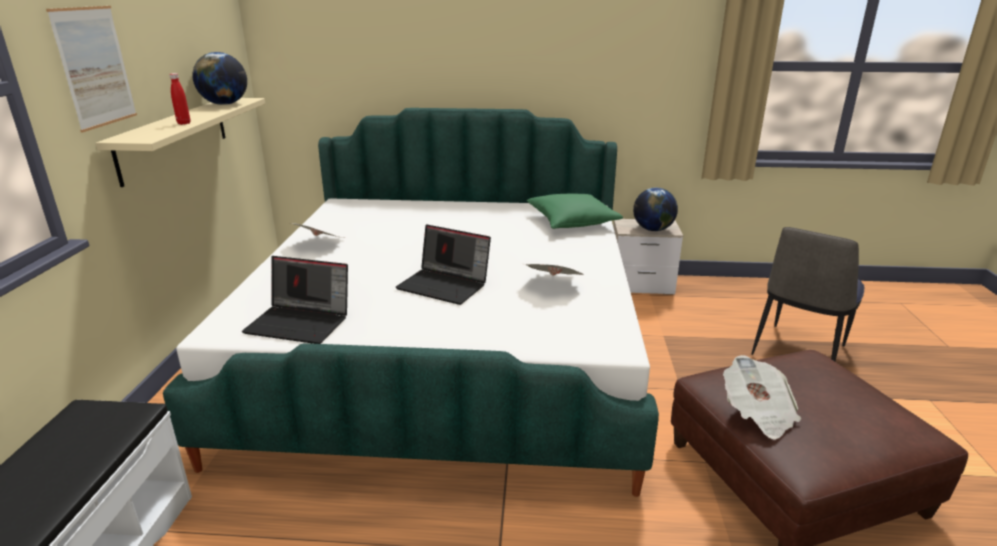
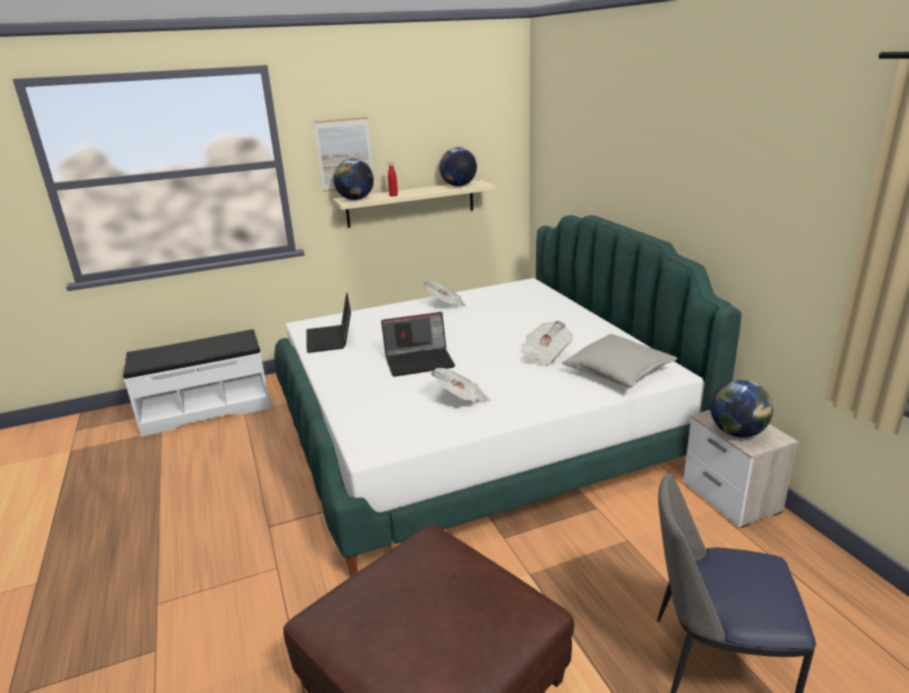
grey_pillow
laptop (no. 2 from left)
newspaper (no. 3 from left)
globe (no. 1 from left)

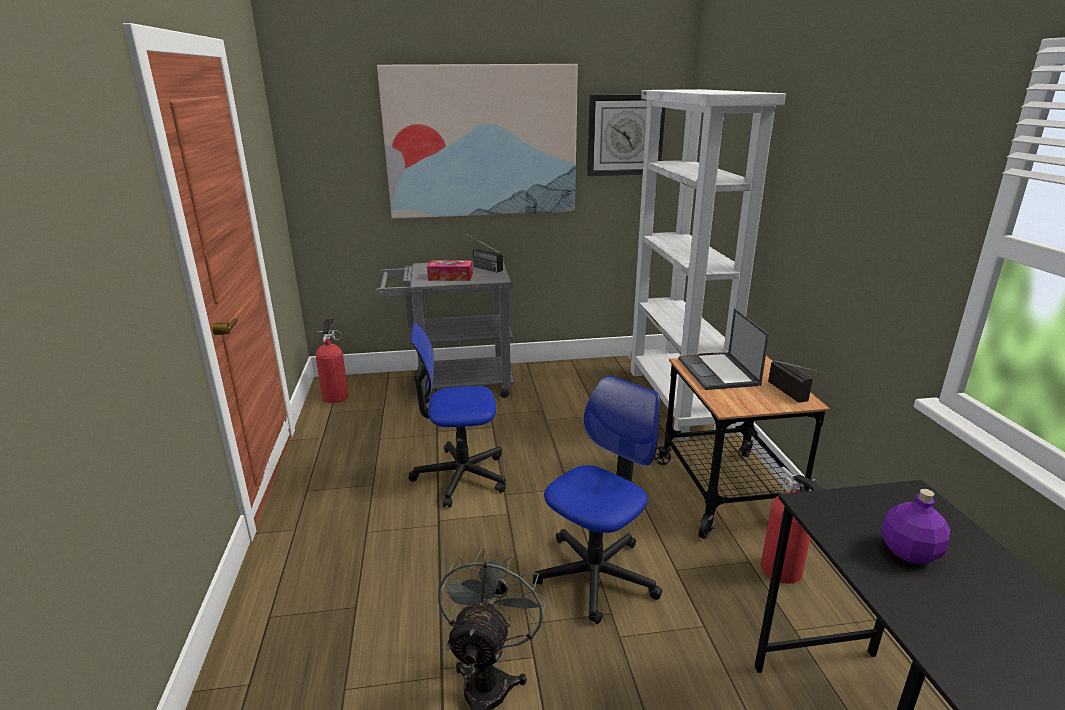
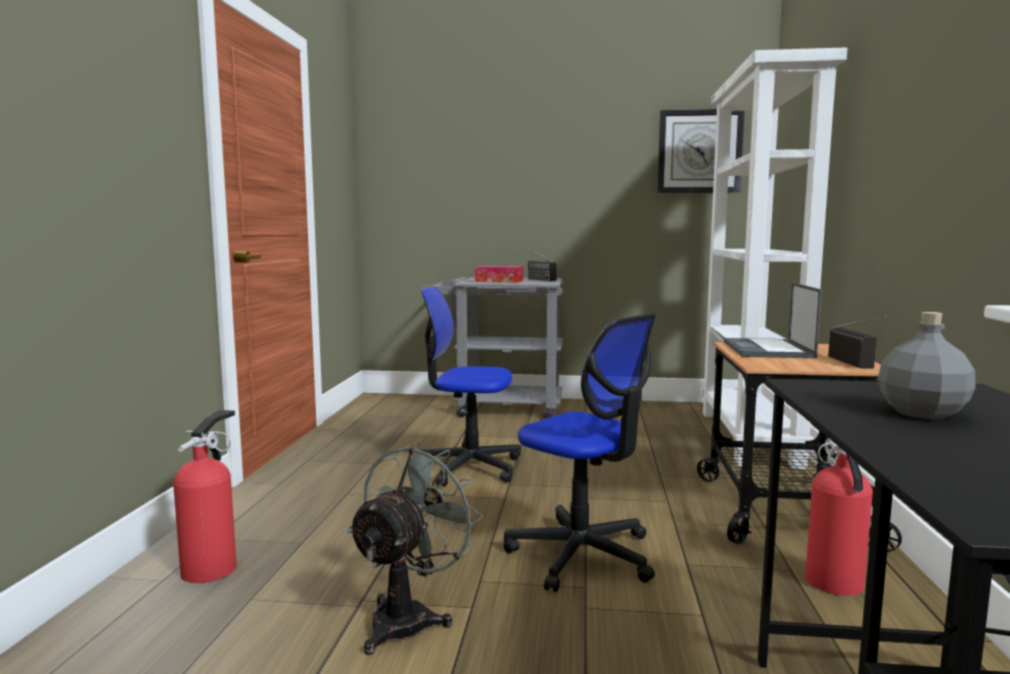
picture
fire_extinguisher (no. 1 from left)
office_chair (no. 2 from left)
grey_bottle

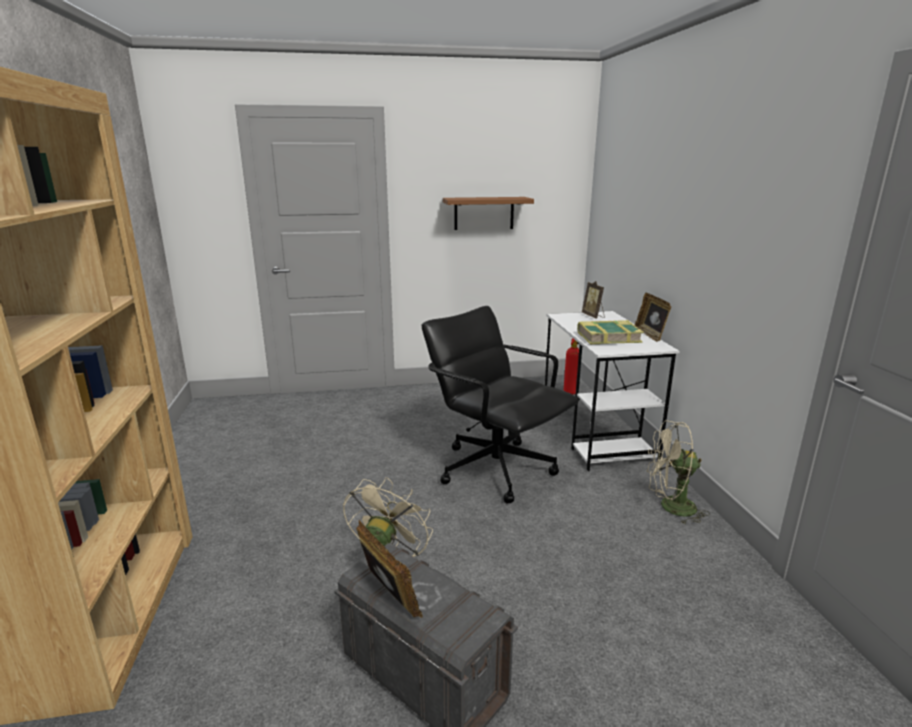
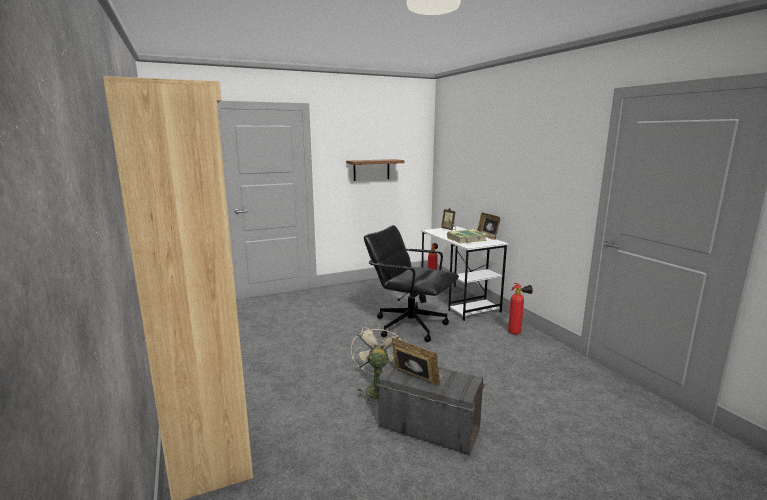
fire_extinguisher (no. 2 from left)

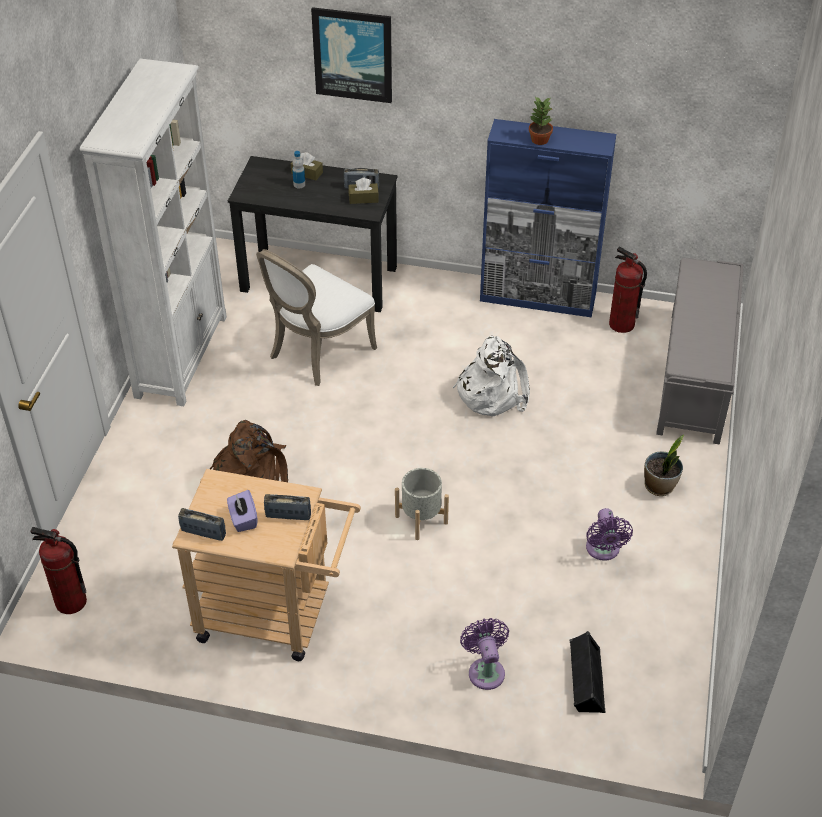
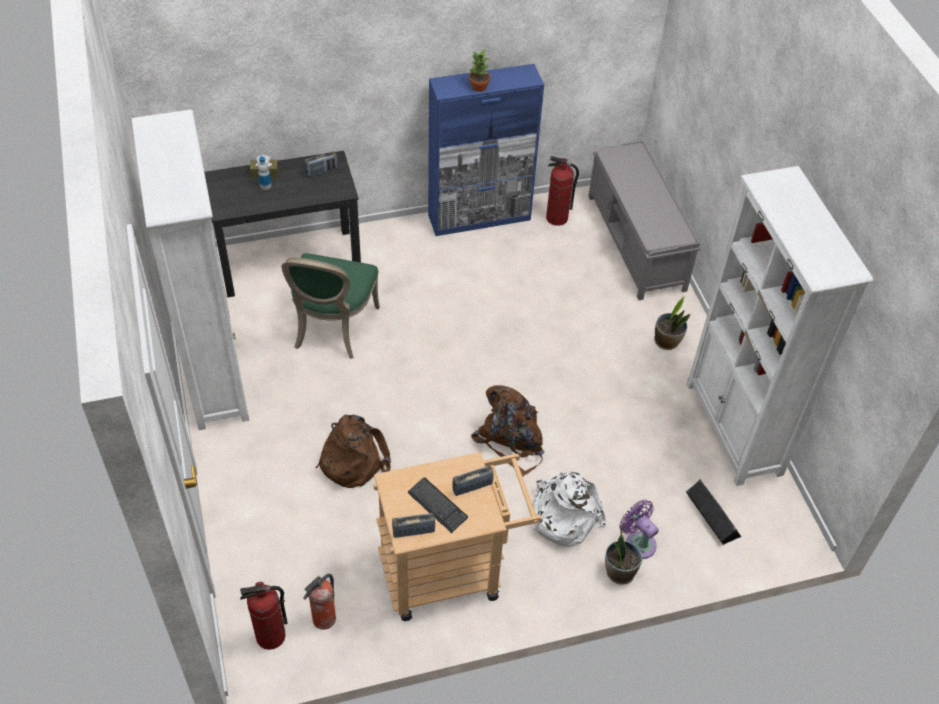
picture
brown_tissue_box (no. 2 from left in the first image)
green_chair
white_backpack
brown_backpack (no. 2 from left)
keyboard
purple_fan (no. 2 from left in the first image)
white_bookcase (no. 2 from left)
potted_plant (no. 2 from left)
fire_extinguisher (no. 2 from left)

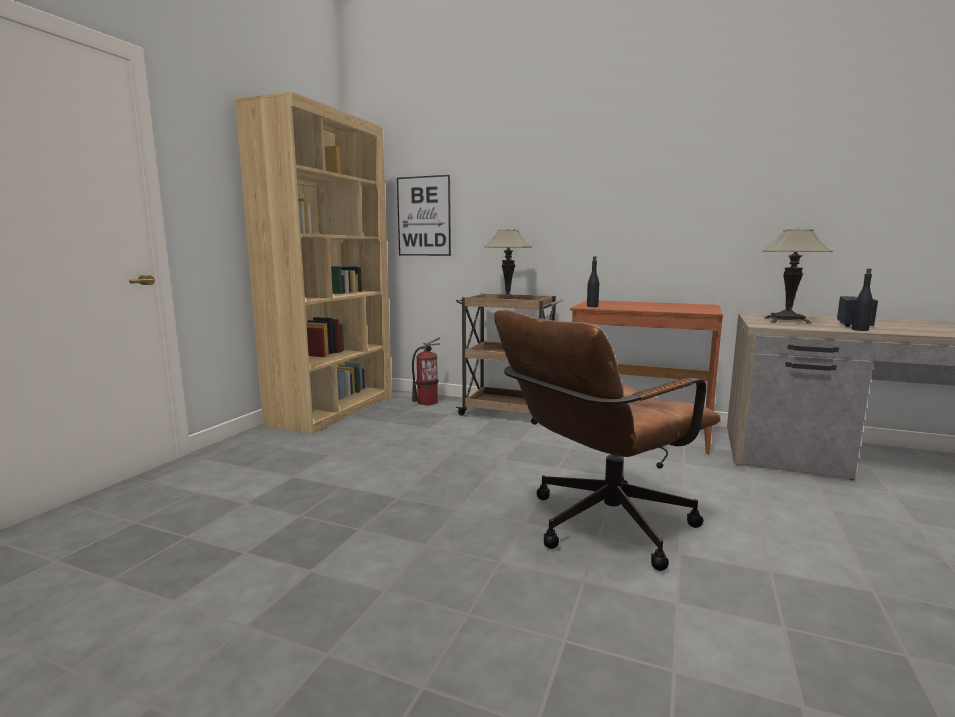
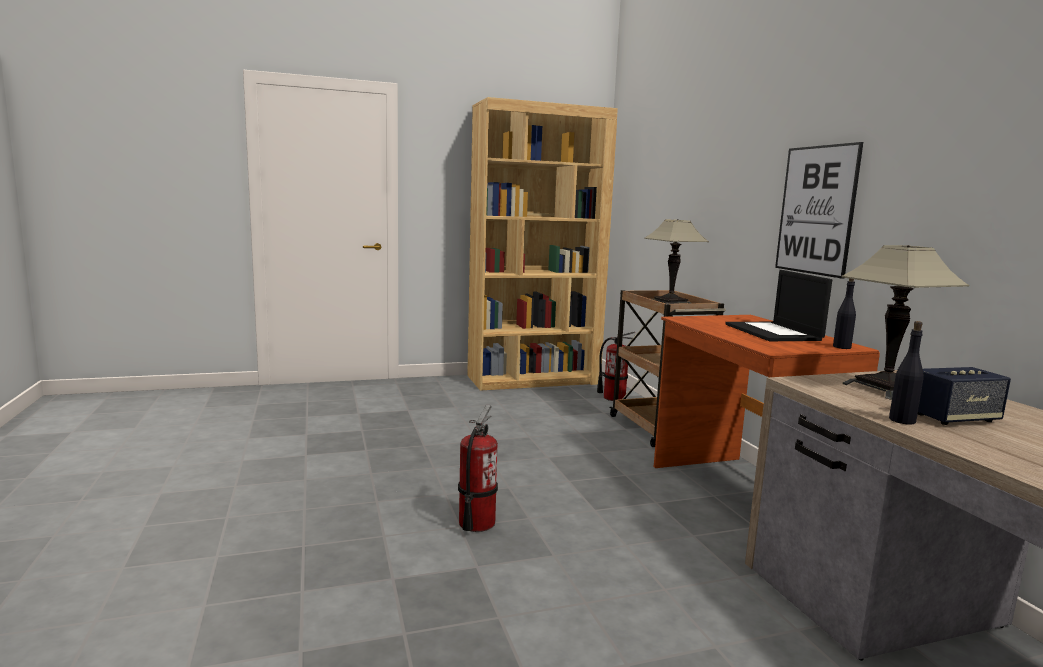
picture
black_bottle (no. 1 from left)
fire_extinguisher (no. 1 from left)
laptop

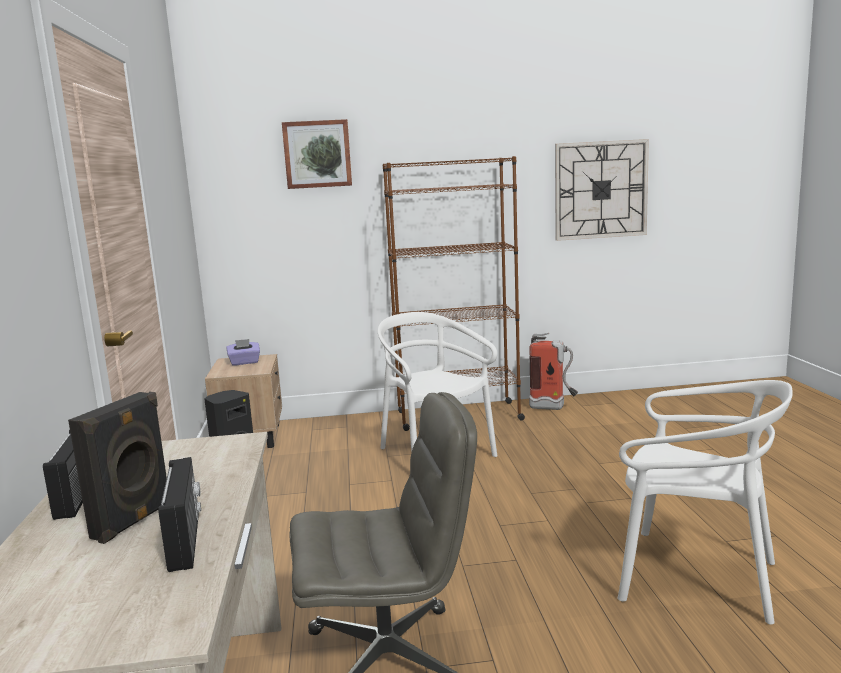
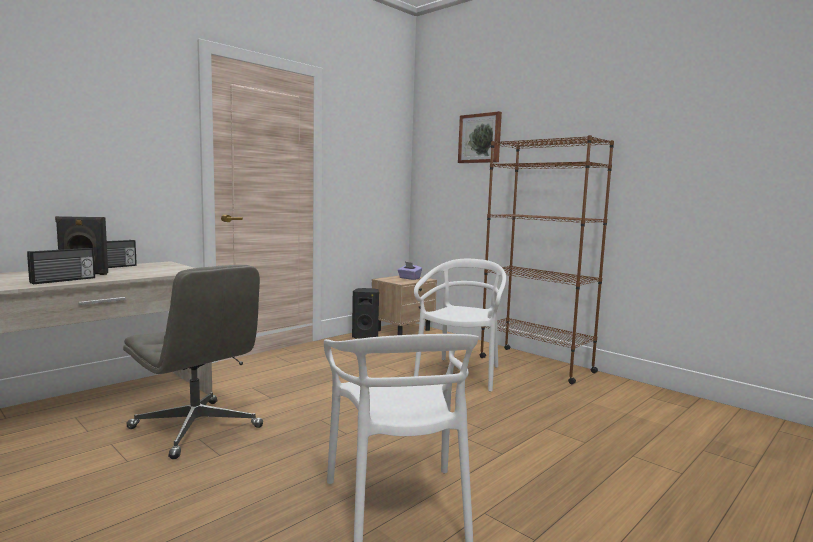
wall_clock
fire_extinguisher

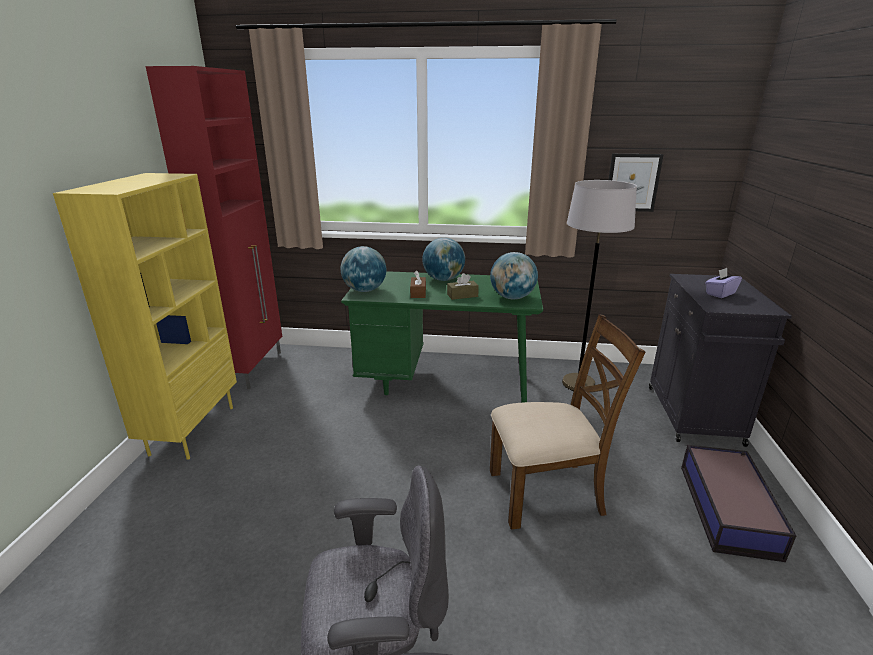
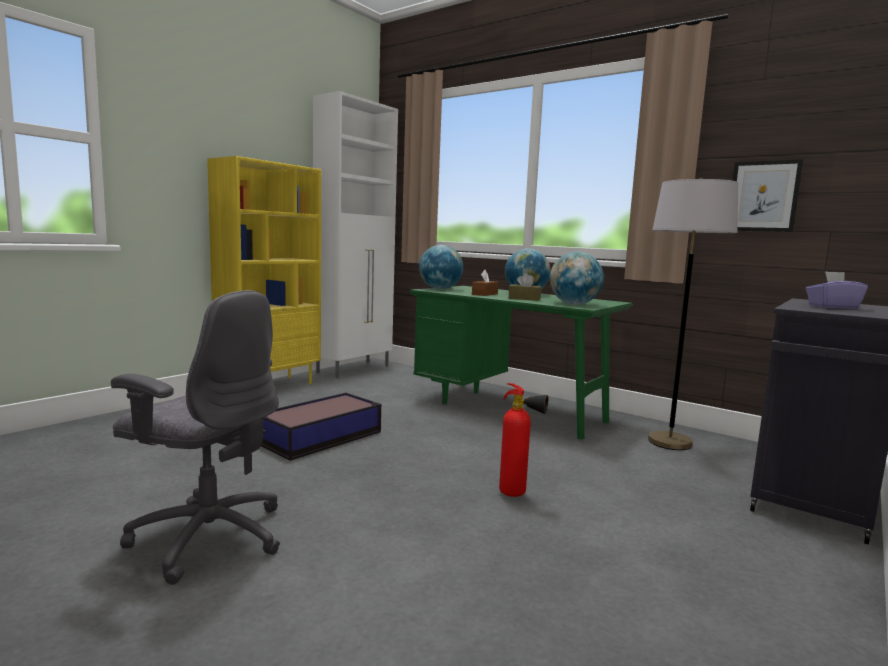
white_cabinet
fire_extinguisher
storage_box

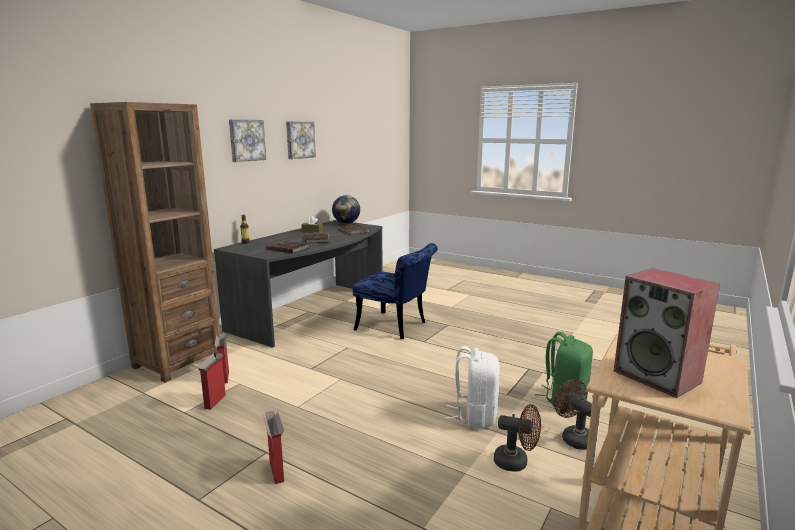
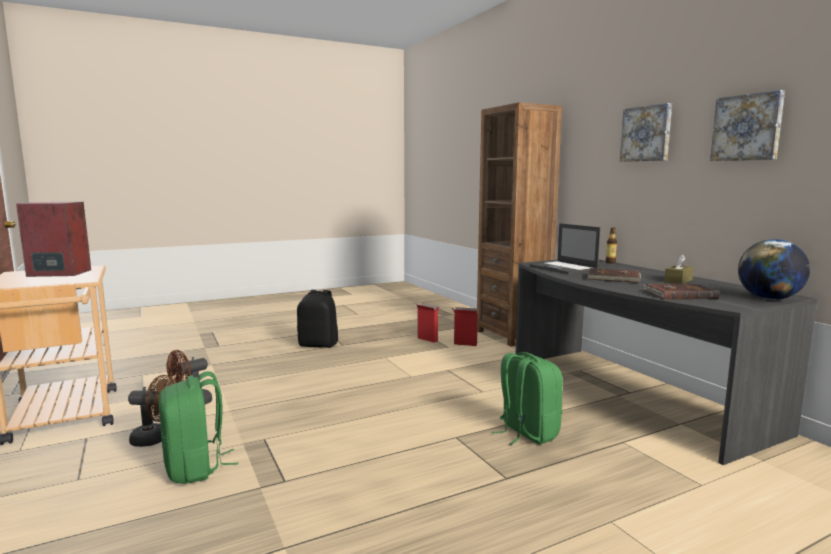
laptop
green_backpack (no. 2 from left)
white_backpack
black_backpack

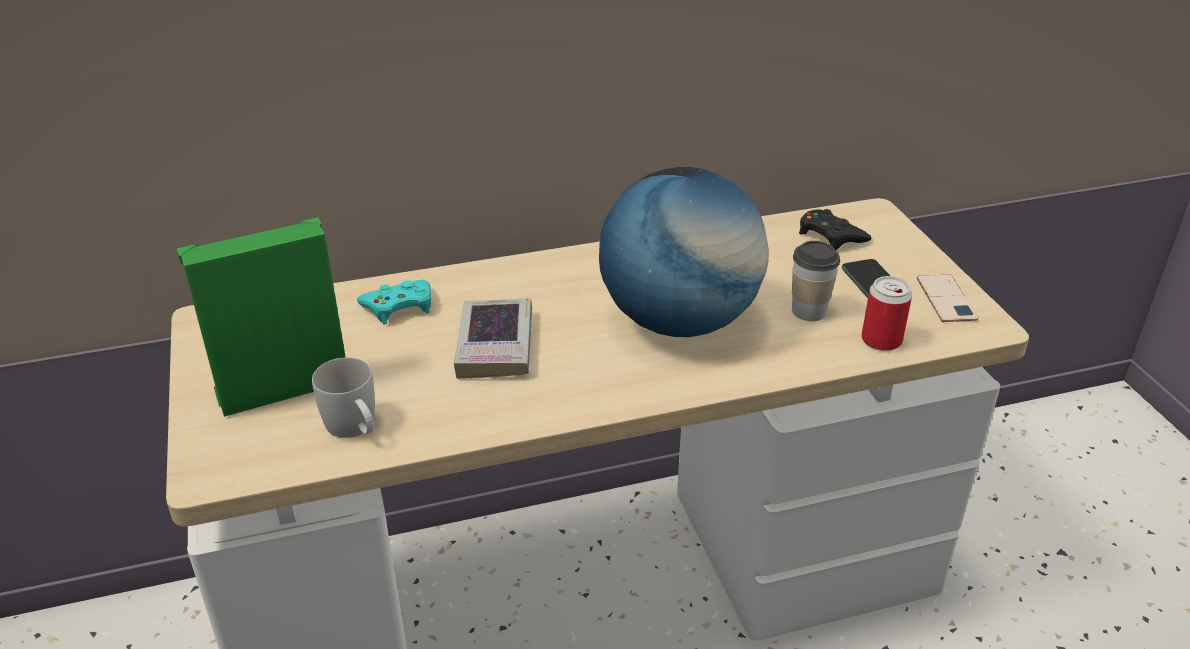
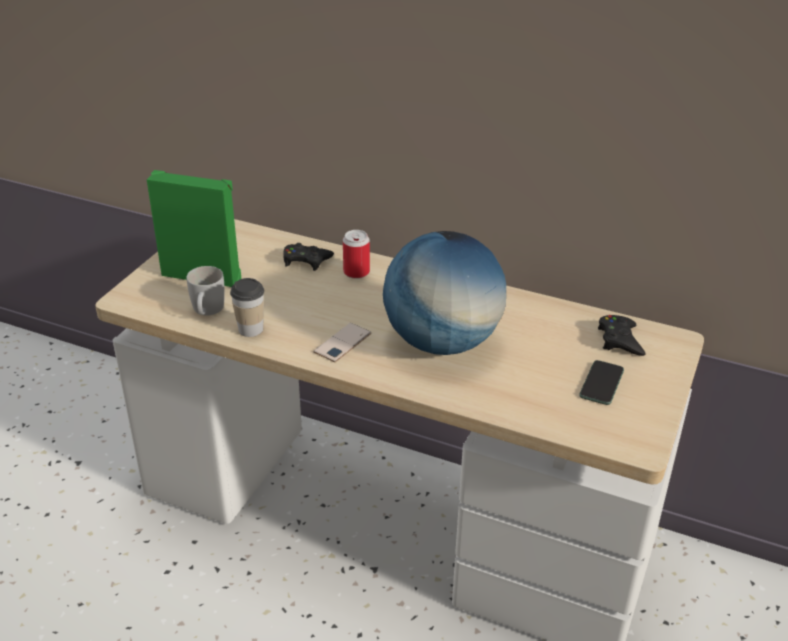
cup
phone (no. 1 from left)
can
black_game_controller (no. 1 from left)
book

